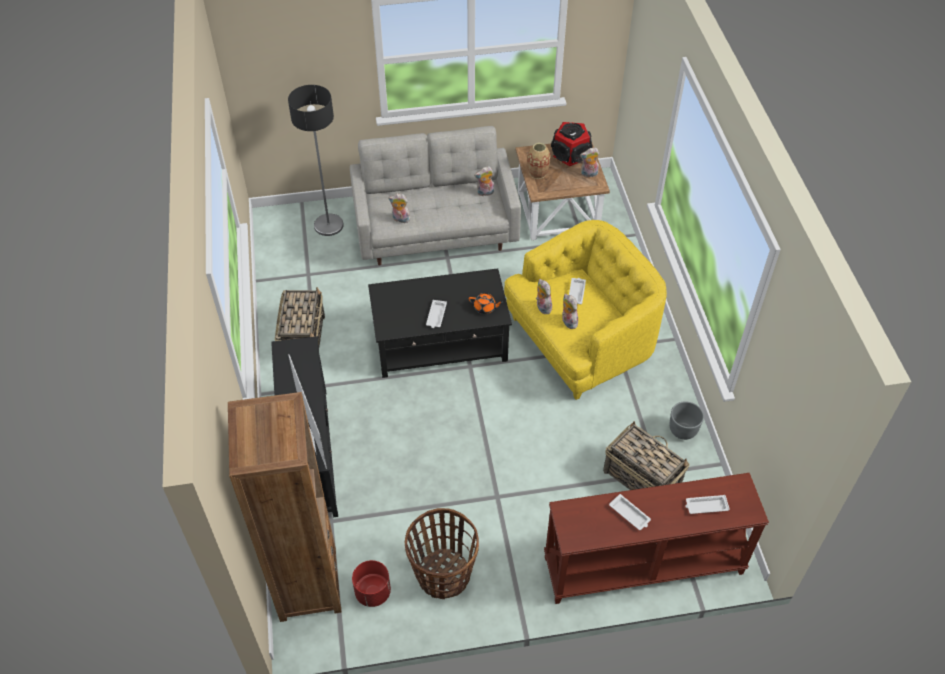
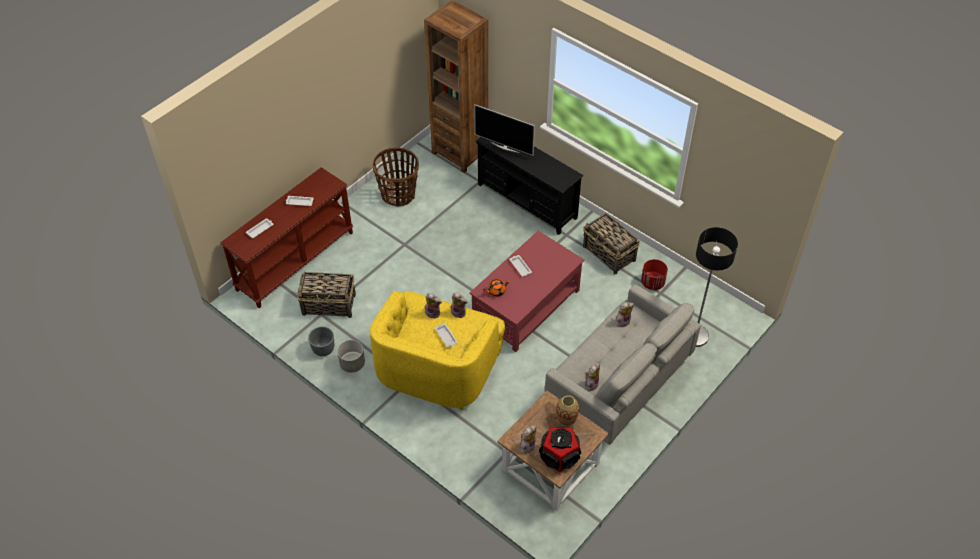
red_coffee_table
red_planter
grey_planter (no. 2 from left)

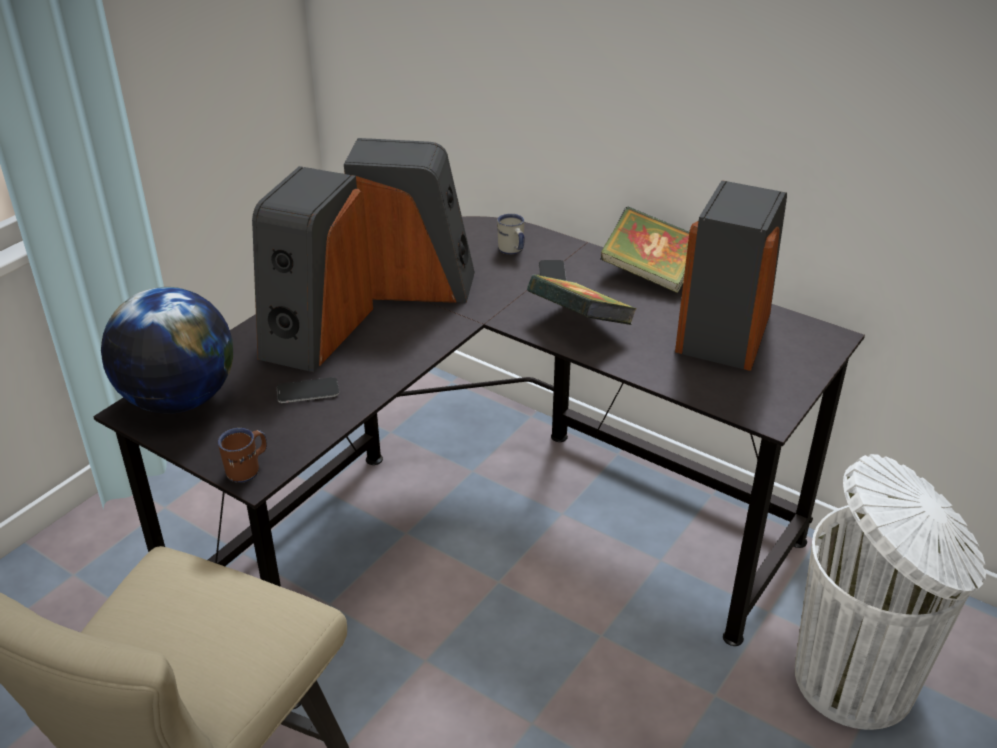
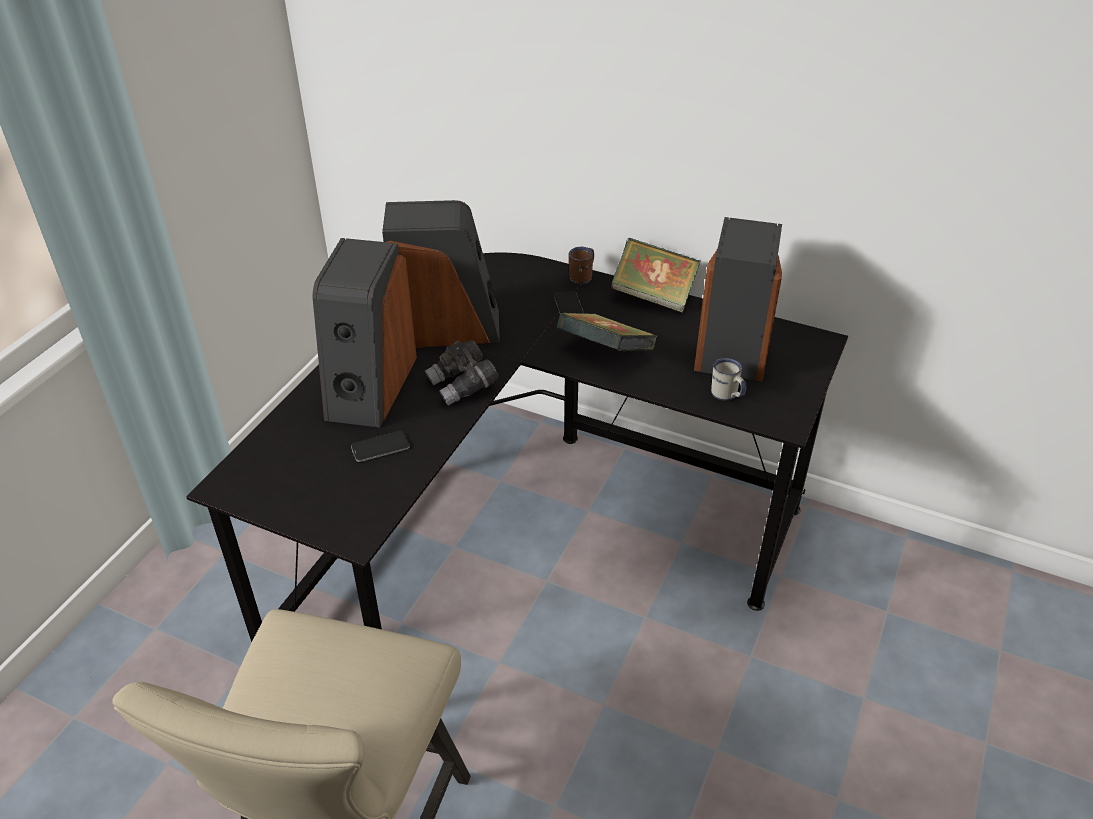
white_mug
globe
brown_mug
white_trash_can
grey_binoculars

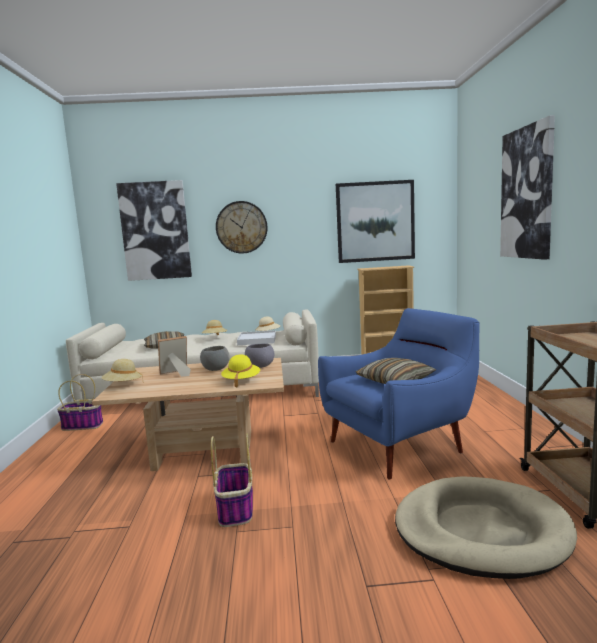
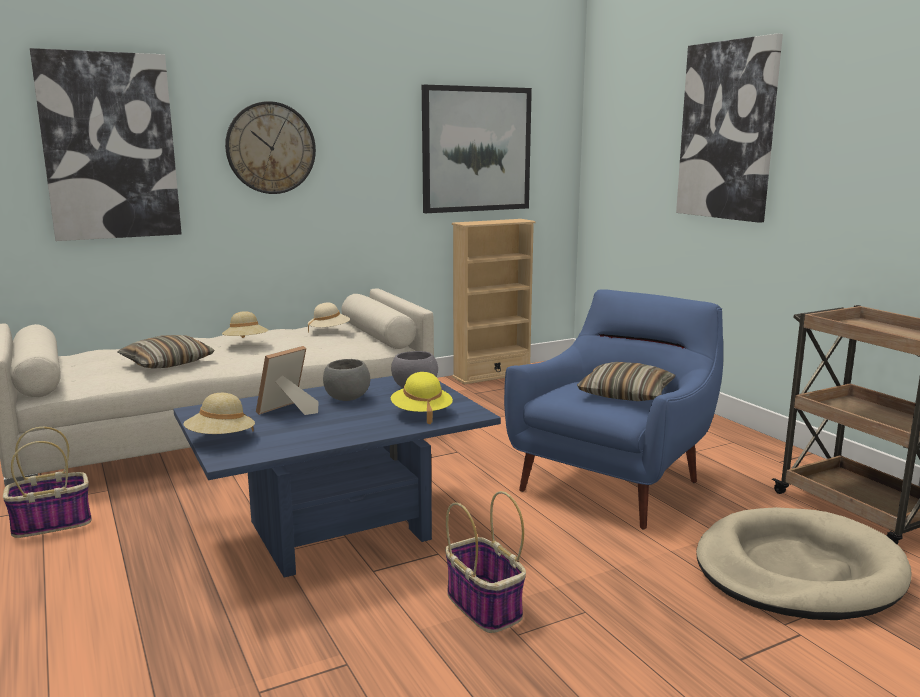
white_tray
blue_coffee_table

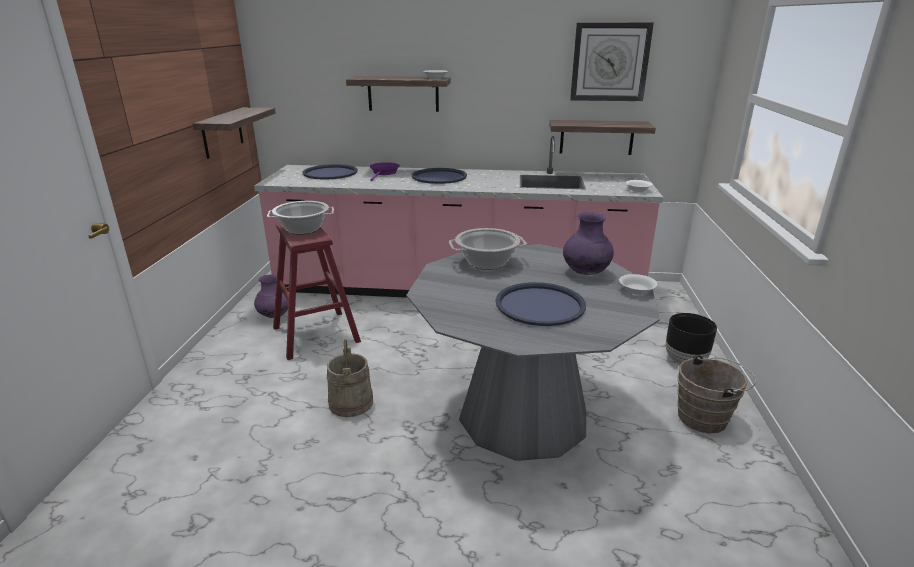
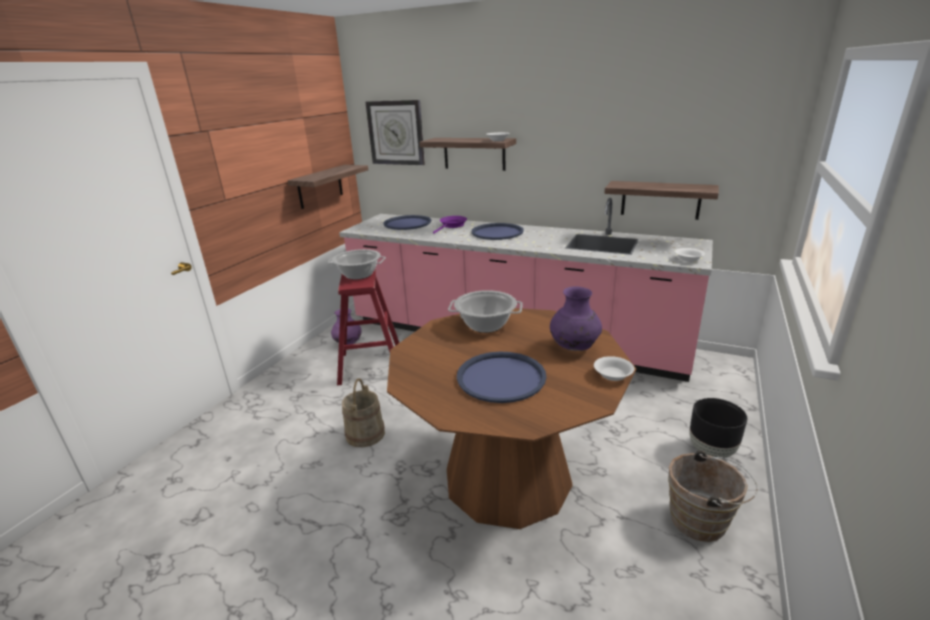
wall_clock
brown_dining_table

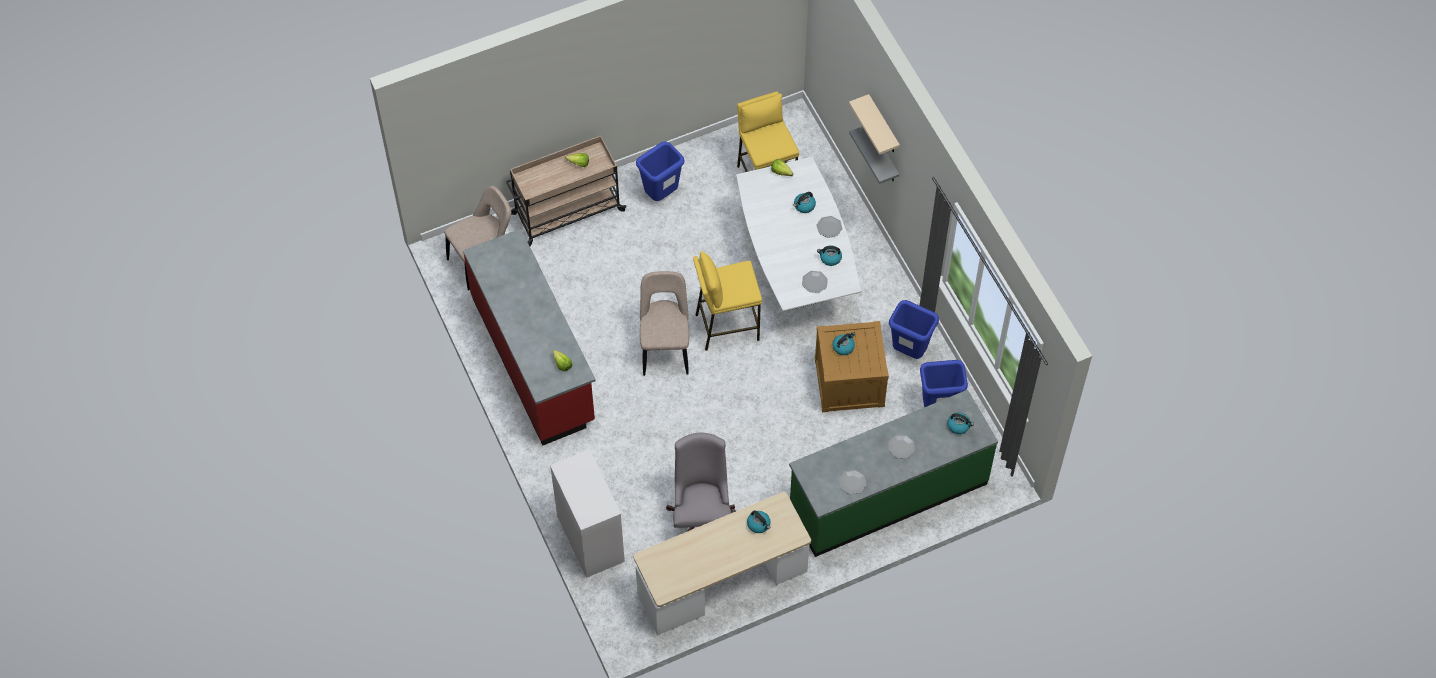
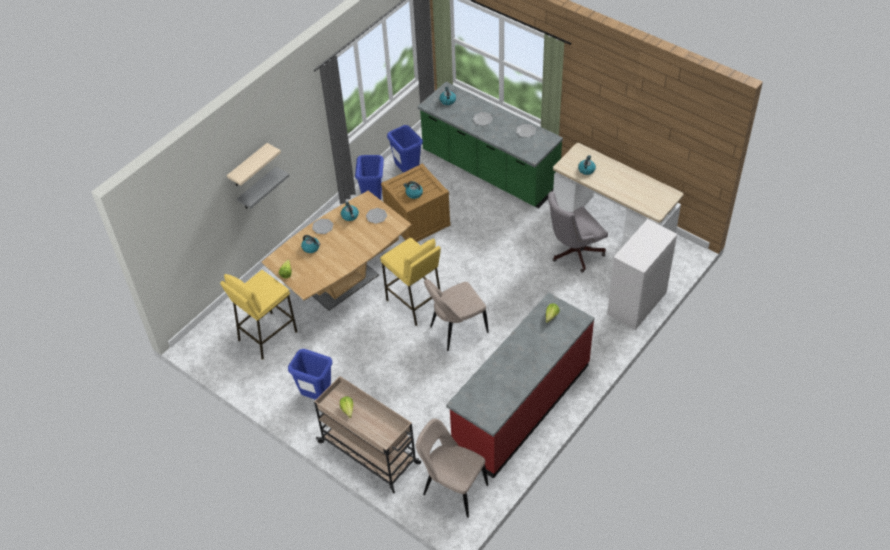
brown_dining_table

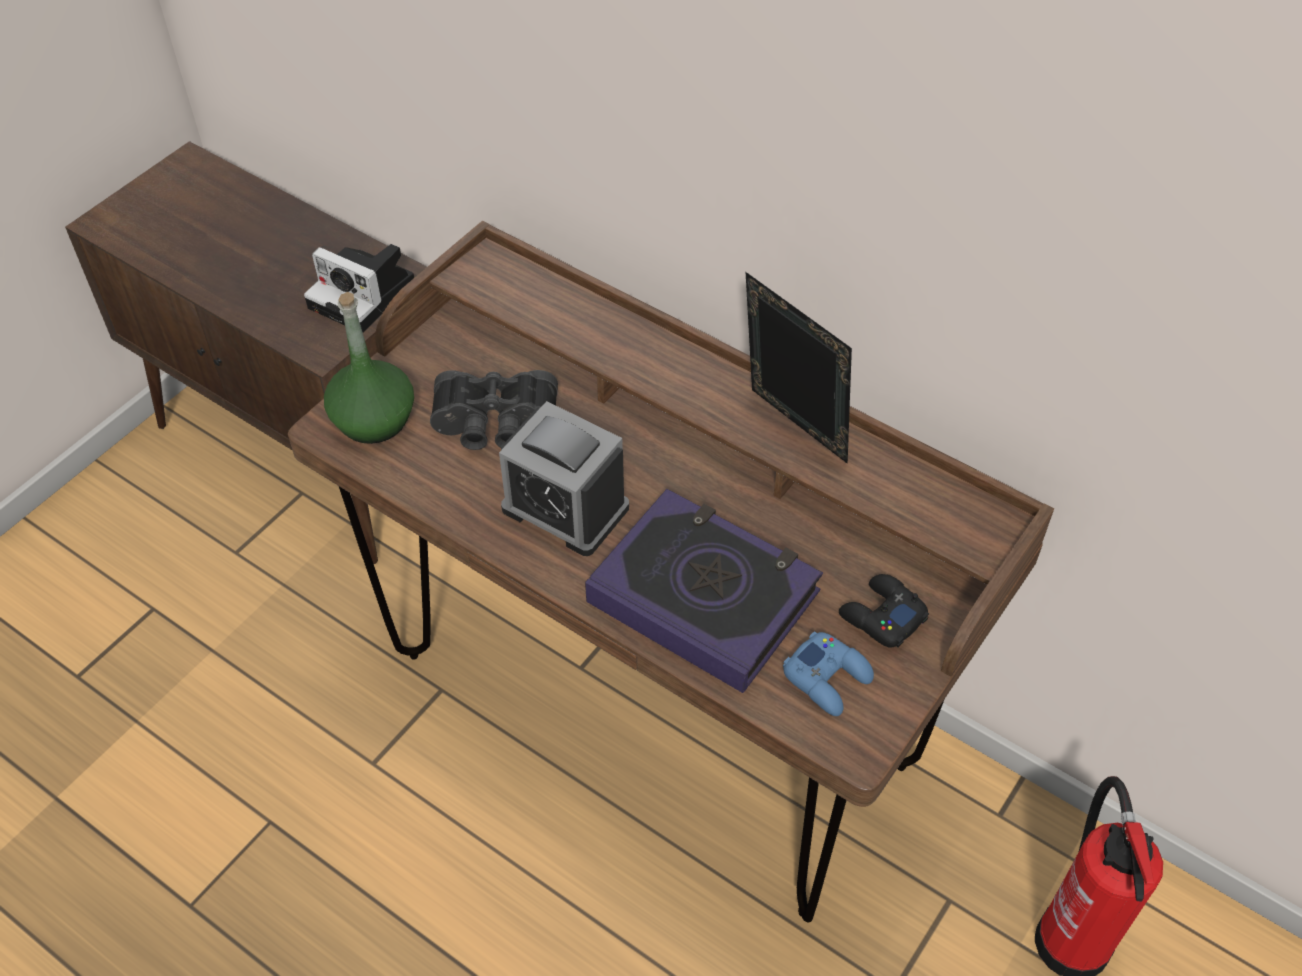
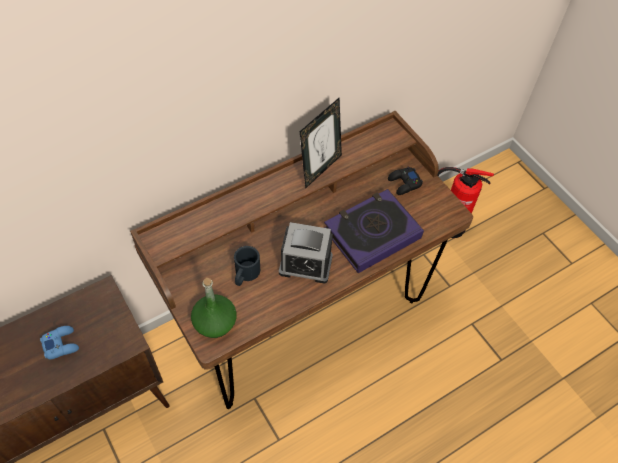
photo_camera
picture_frame
black_mug
alarm_clock
blue_game_controller

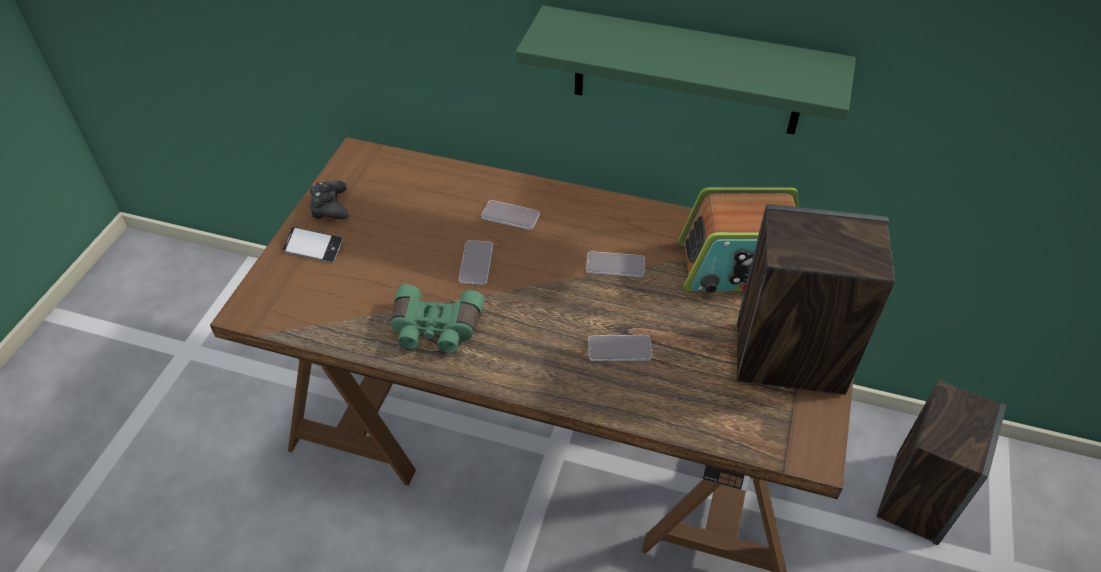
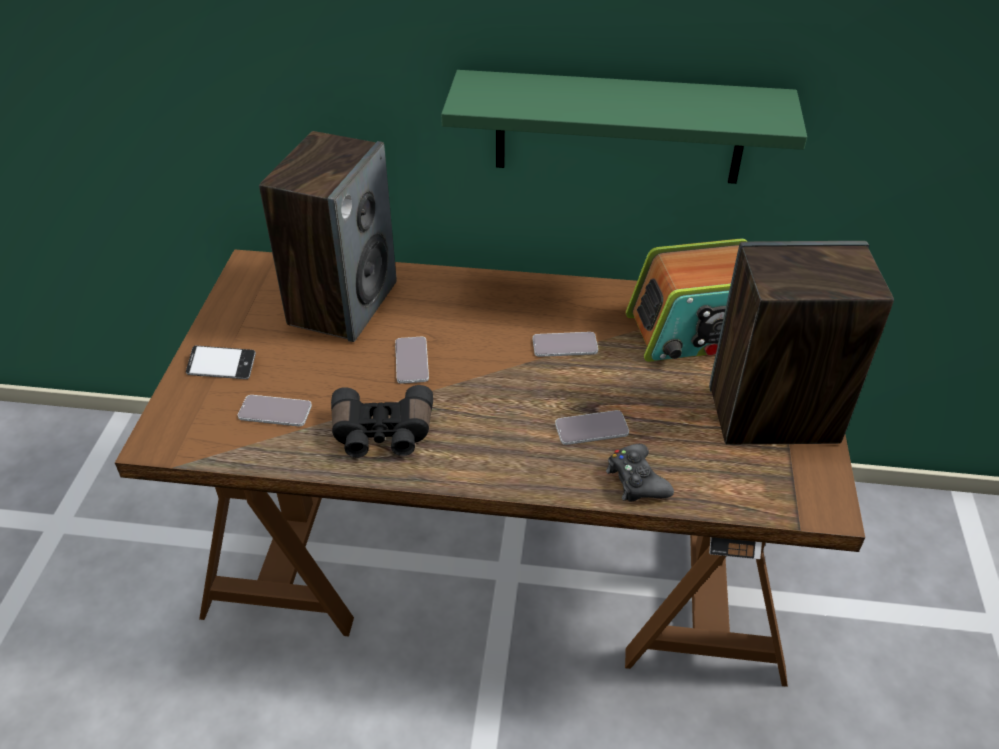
black_game_controller
phone (no. 2 from left)
black_binoculars
speaker (no. 1 from left)

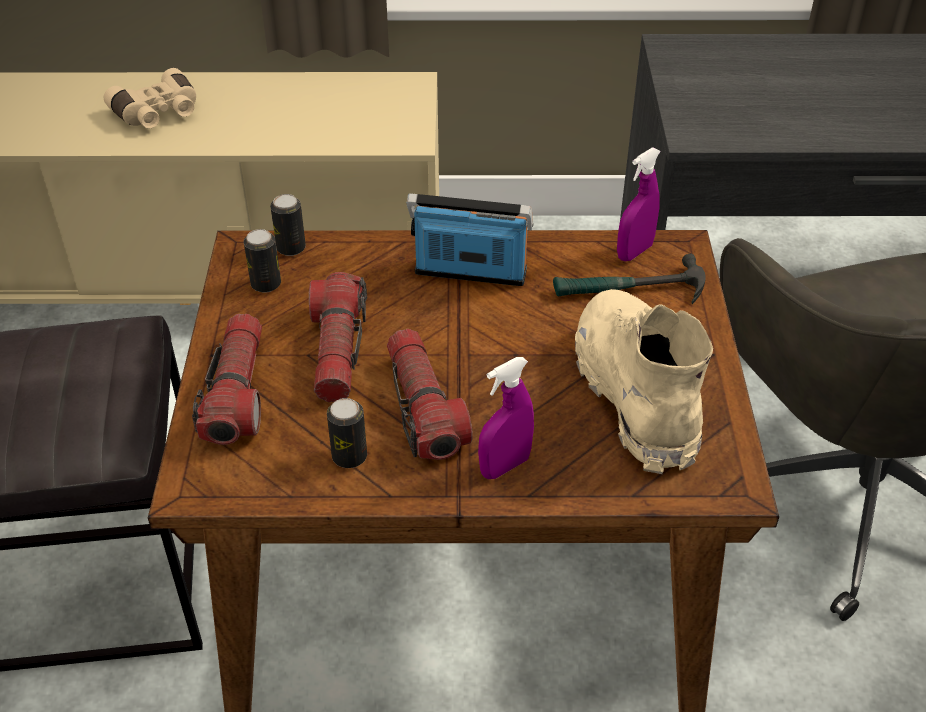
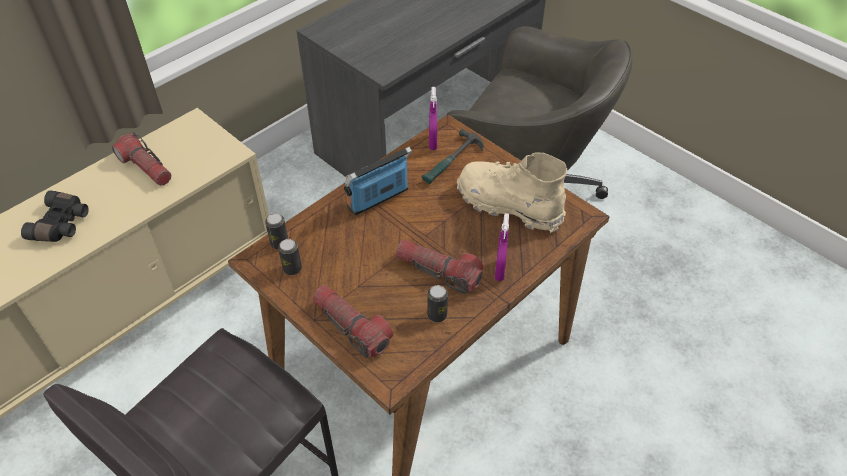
black_binoculars
flashlight (no. 1 from left)

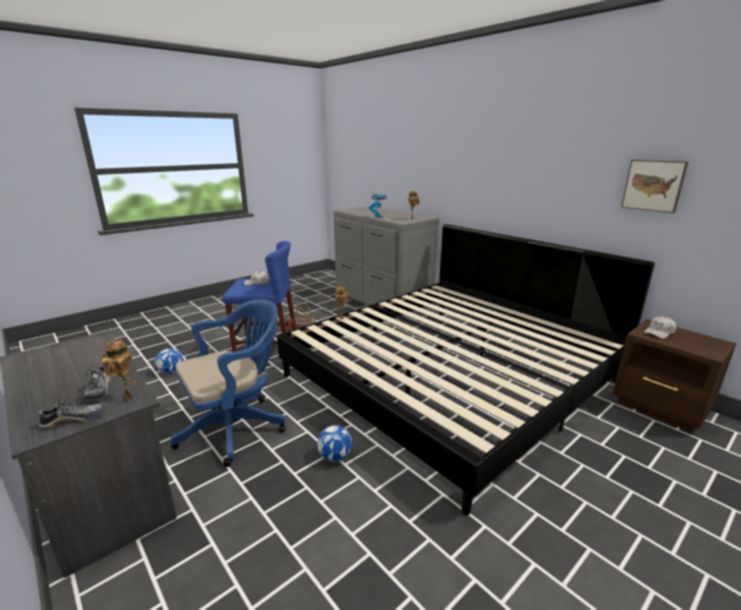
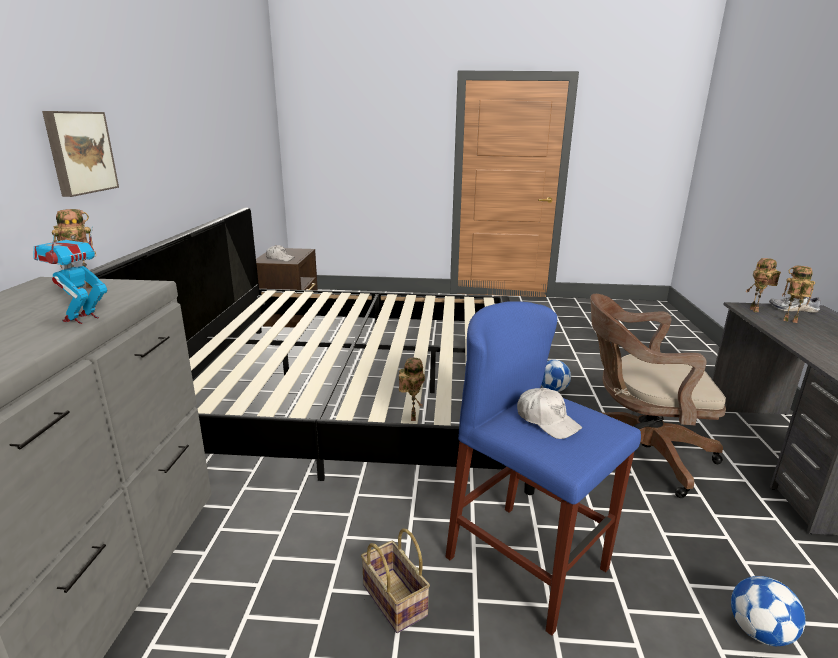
picture
brown_office_chair
toy_robot (no. 5 from left)

